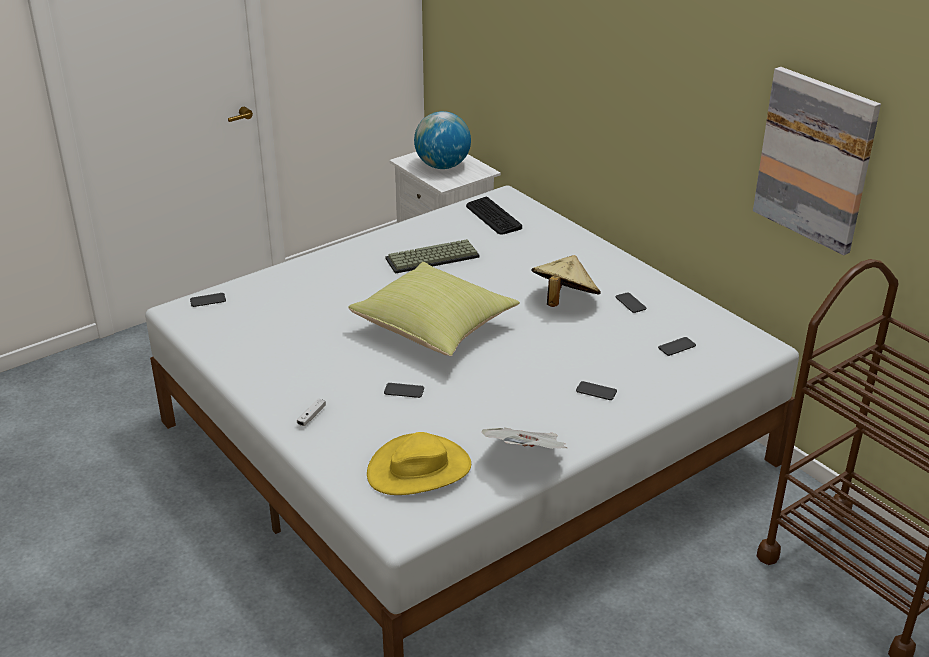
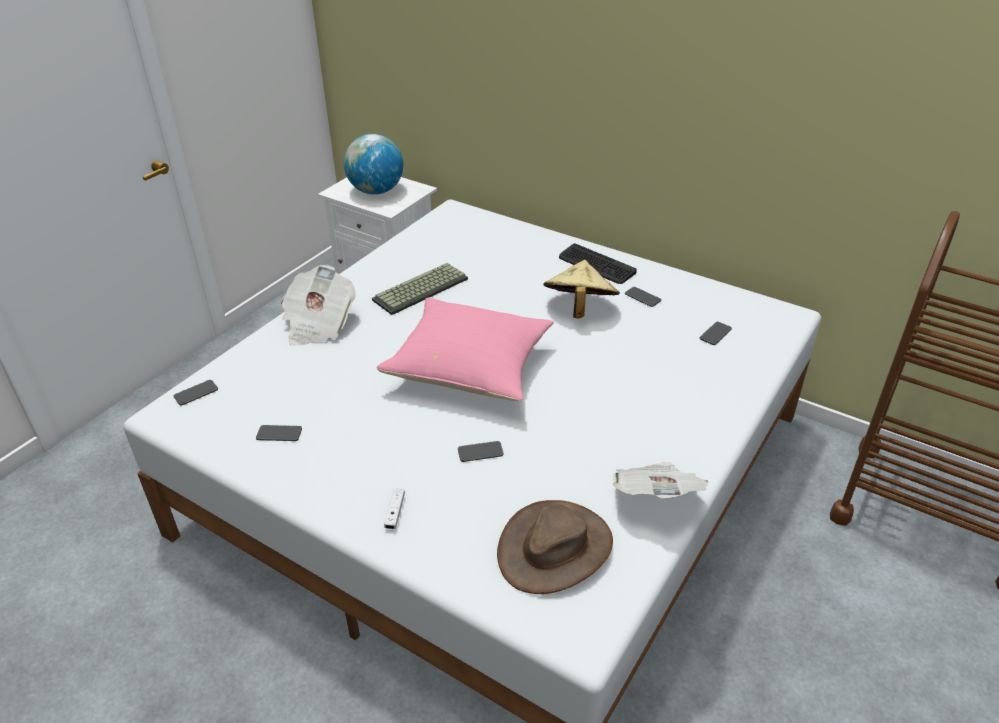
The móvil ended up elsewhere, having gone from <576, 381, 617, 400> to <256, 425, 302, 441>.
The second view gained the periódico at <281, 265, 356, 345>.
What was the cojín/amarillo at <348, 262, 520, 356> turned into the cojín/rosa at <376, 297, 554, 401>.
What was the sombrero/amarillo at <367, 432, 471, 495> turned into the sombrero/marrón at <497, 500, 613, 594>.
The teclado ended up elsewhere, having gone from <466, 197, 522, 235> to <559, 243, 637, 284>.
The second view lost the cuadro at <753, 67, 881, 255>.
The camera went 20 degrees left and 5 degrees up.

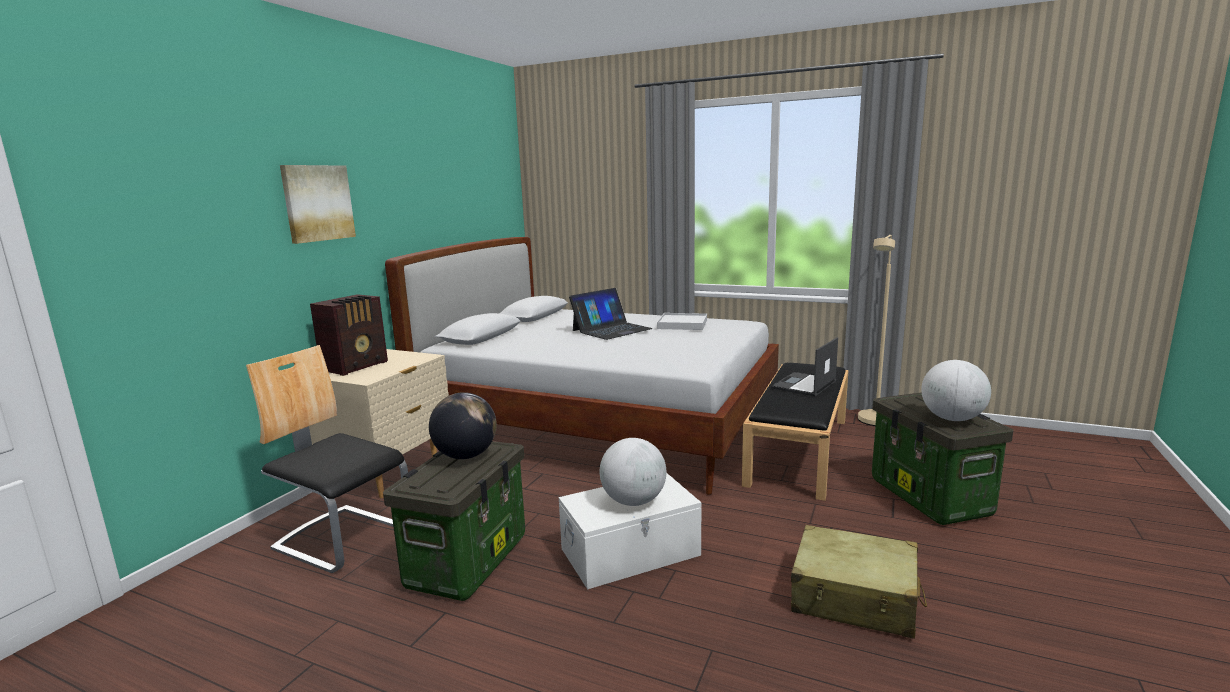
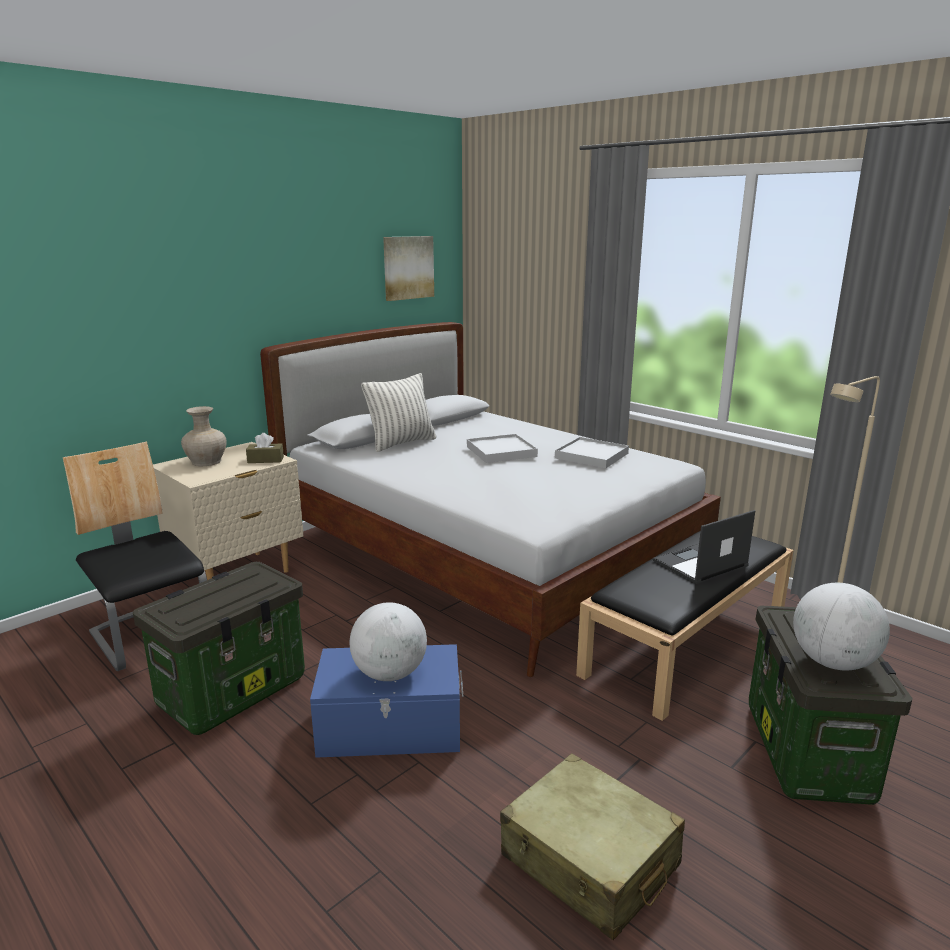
Where the radio stood at <310, 294, 388, 376>, the florero/beis came to stand at <181, 406, 227, 466>.
The second view gained the caja de pañuelos/marrón at <246, 433, 284, 463>.
What was the caja de almacenaje/blanco at <559, 473, 701, 589> turned into the caja de almacenaje/azul at <310, 644, 463, 758>.
The second view gained the cojín at <361, 373, 436, 452>.
The cuadro ended up elsewhere, having gone from <280, 165, 356, 244> to <383, 236, 434, 301>.
Where the portátil stood at <569, 288, 653, 340>, the bandeja/blanco came to stand at <467, 434, 538, 463>.
The second view lost the globo terráqueo at <429, 392, 497, 459>.
The camera went 20 degrees right and 5 degrees up.

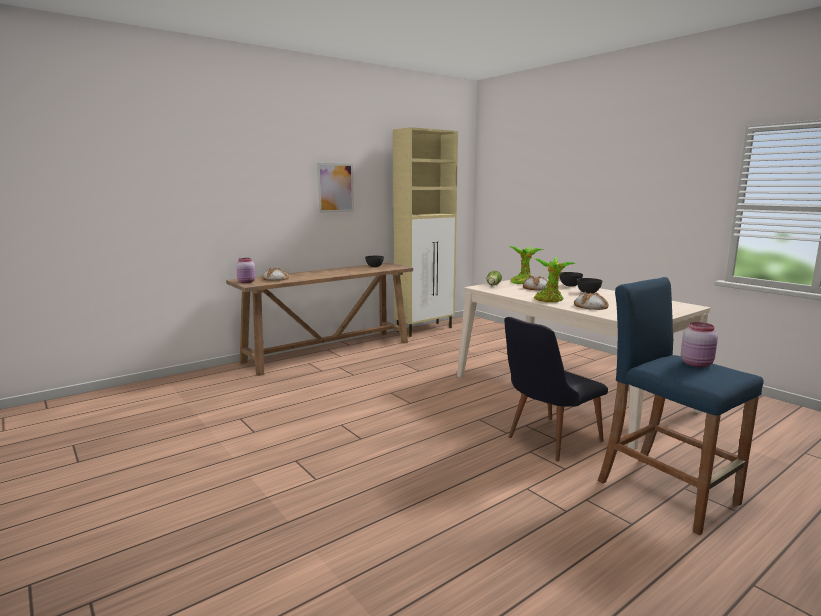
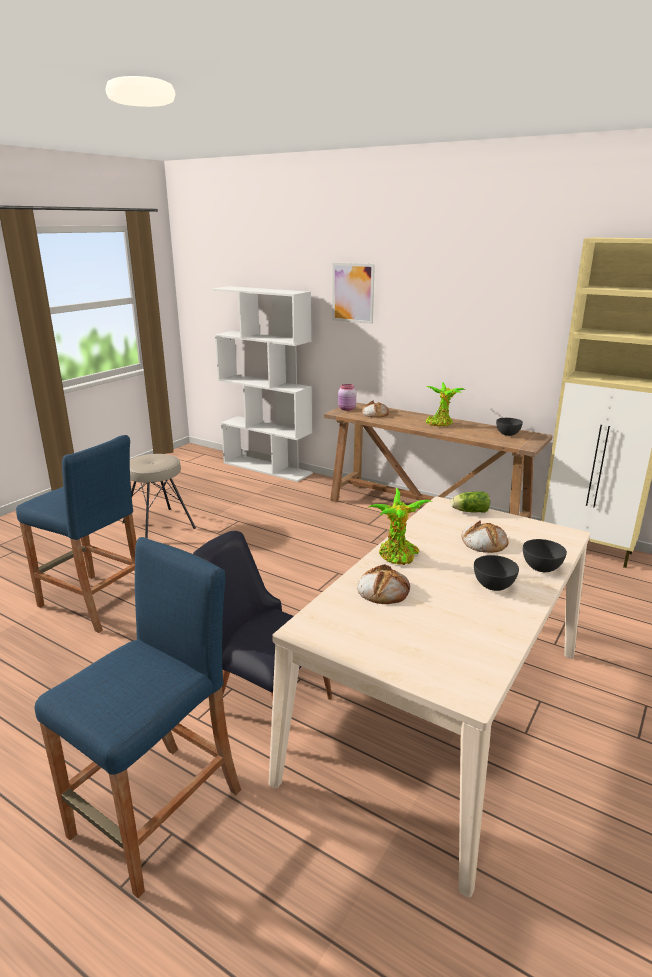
The second view gained the taburete/azul at <16, 435, 137, 633>.
The second view gained the taburete/beis at <122, 454, 196, 539>.
The second view gained the estantería/blanco at <212, 286, 313, 482>.
The cuadro ended up elsewhere, having gone from <317, 163, 354, 213> to <332, 263, 375, 324>.
The planta en maceta ended up elsewhere, having gone from <509, 246, 543, 284> to <426, 382, 465, 426>.
The second view lost the tarro/rosa at <681, 322, 718, 367>.
The camera went 70 degrees right and 10 degrees up.

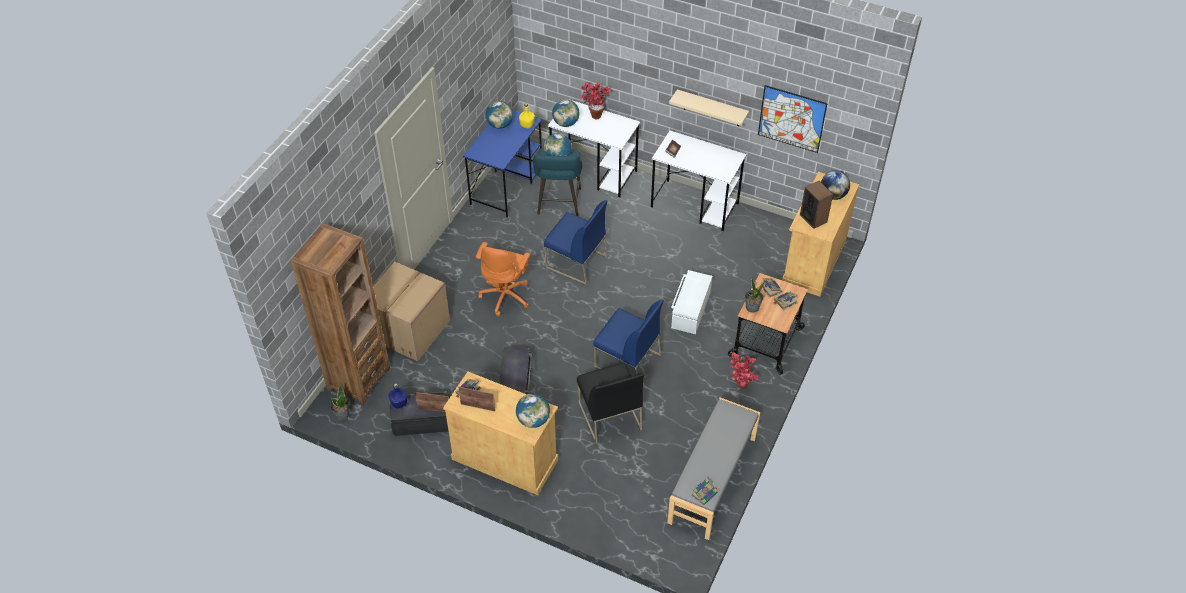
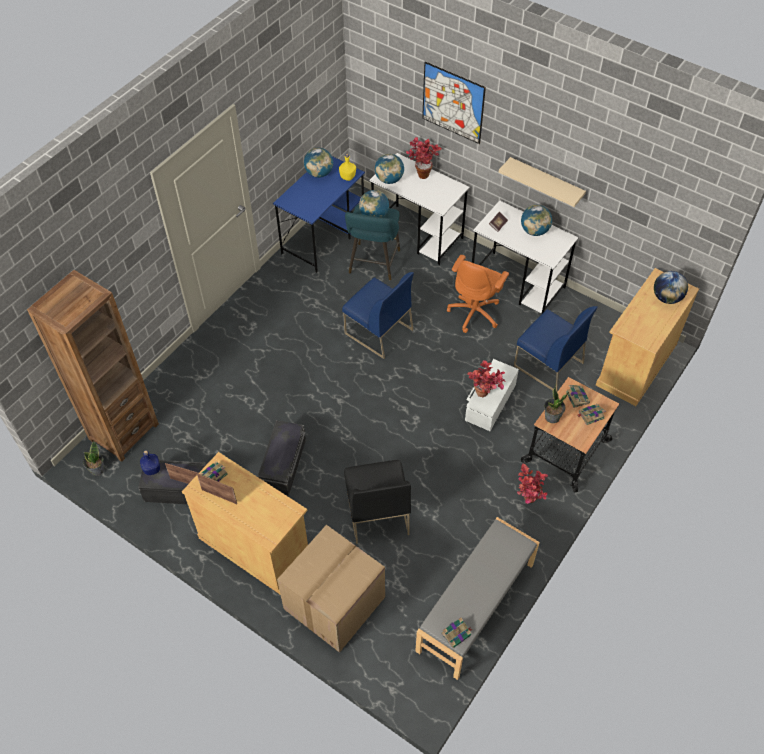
The caja de cartón ended up elsewhere, having gone from <373, 262, 450, 361> to <277, 525, 385, 653>.
The cuadro ended up elsewhere, having gone from <758, 85, 828, 153> to <422, 61, 486, 144>.
The silla de oficina/naranja ended up elsewhere, having gone from <476, 242, 531, 316> to <447, 255, 509, 333>.
The second view gained the planta en maceta at <467, 360, 506, 397>.
The silla/azul ended up elsewhere, having gone from <594, 300, 664, 374> to <514, 306, 598, 392>.
The globo terráqueo ended up elsewhere, having gone from <516, 393, 550, 428> to <521, 205, 552, 236>.
The second view lost the altavoz at <800, 181, 833, 229>.
The camera went 10 degrees right and 5 degrees up.

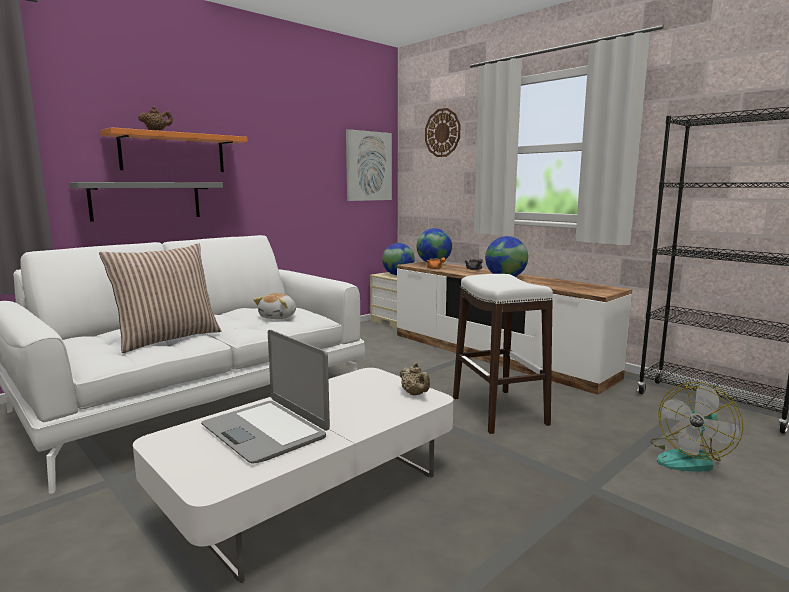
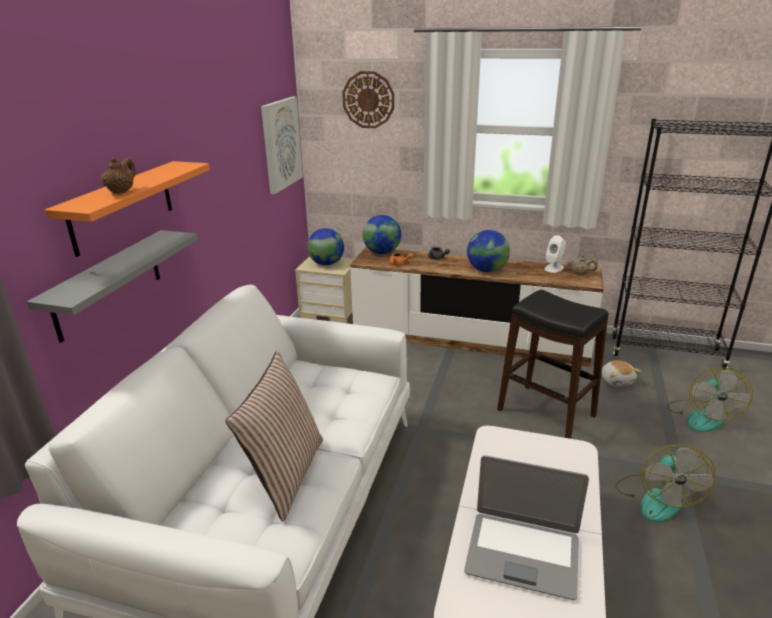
What was the taburete/blanco at <453, 274, 553, 434> turned into the taburete/negro at <497, 290, 609, 439>.
The second view gained the altavoz/blanco at <544, 235, 566, 273>.
The tetera/beis ended up elsewhere, having gone from <399, 362, 430, 395> to <567, 254, 598, 275>.
The peluche ended up elsewhere, having gone from <254, 293, 296, 319> to <602, 361, 641, 387>.
The second view gained the ventilador at <615, 445, 715, 522>.
The camera went 30 degrees left and 15 degrees up.

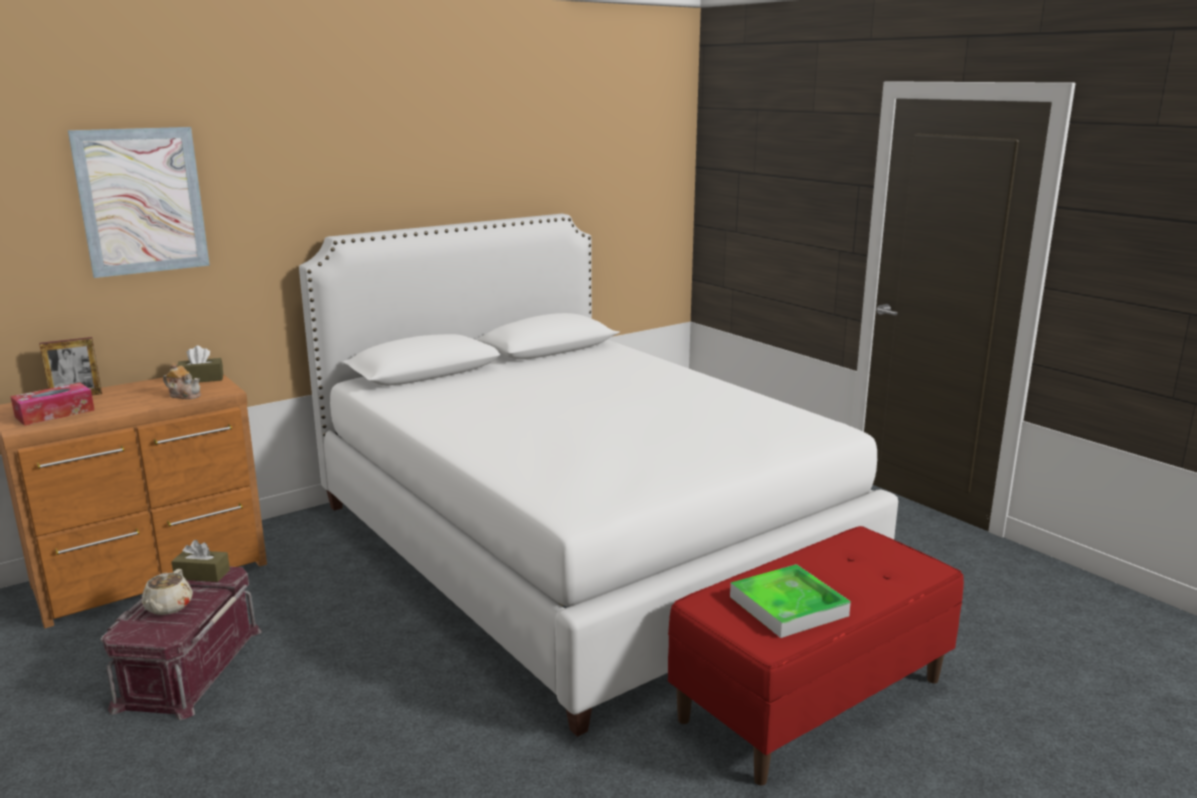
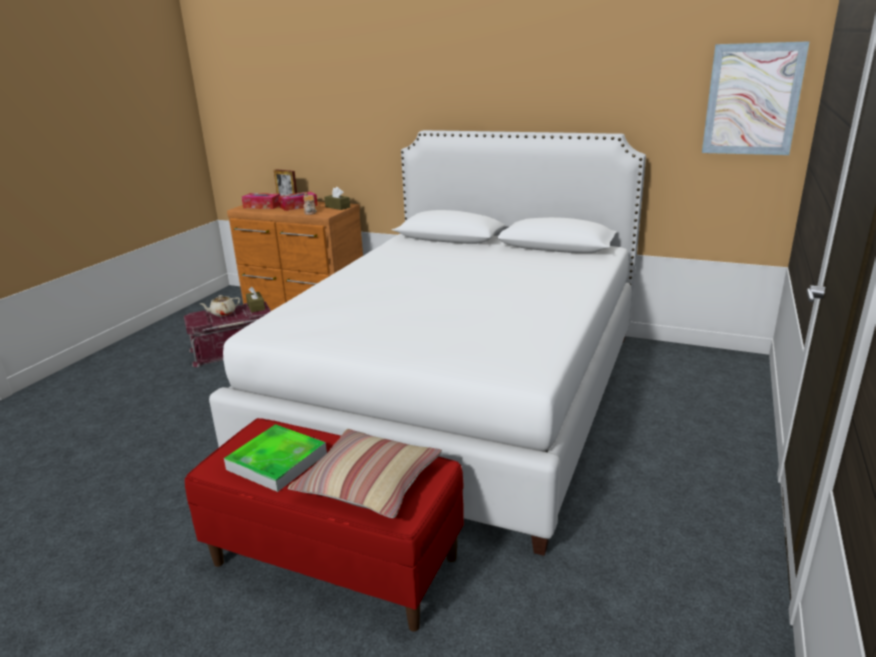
The second view gained the caja de pañuelos at <278, 191, 318, 211>.
The second view gained the cojín at <288, 429, 442, 518>.
The cuadro ended up elsewhere, having gone from <68, 127, 210, 278> to <702, 41, 810, 155>.
The camera went 60 degrees right and 5 degrees up.

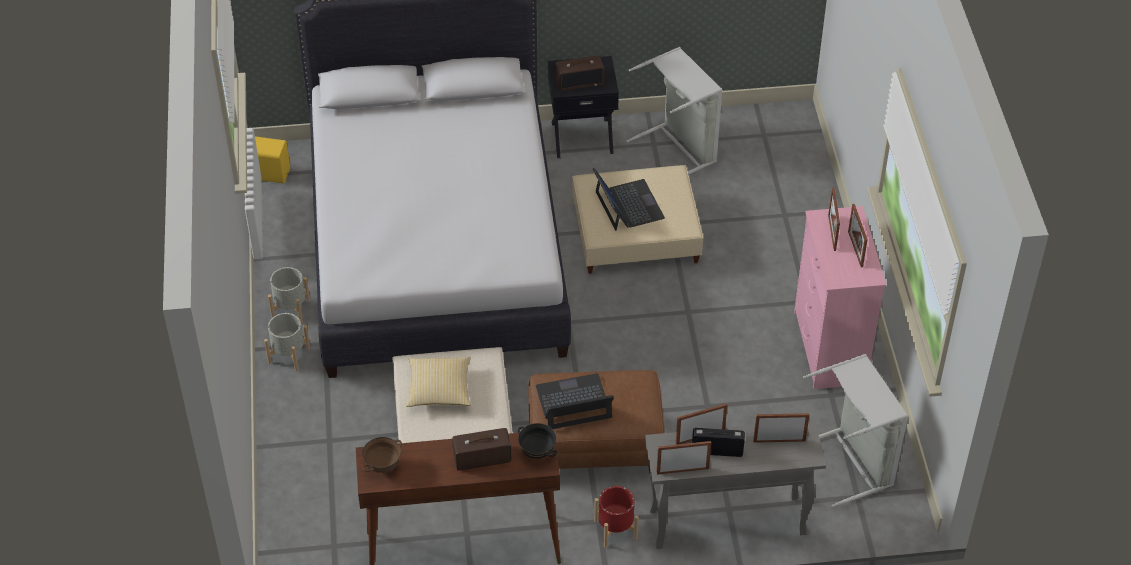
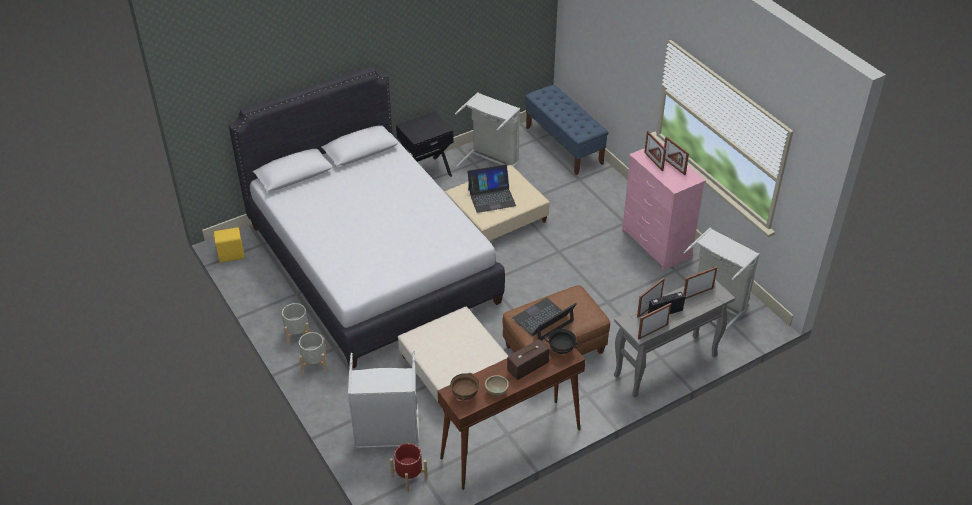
The second view gained the cesto de la ropa/gris at <348, 351, 419, 449>.
The maceta/rojo ended up elsewhere, having gone from <594, 486, 638, 548> to <390, 443, 428, 492>.
The portátil at <593, 168, 665, 231> ended up facing another way, 120 degrees clockwise from before.
The second view gained the cuenco/beis at <485, 375, 509, 396>.
The second view gained the banco/azul at <525, 85, 609, 175>.
The second view lost the cojín at <406, 357, 471, 407>.
The second view lost the radio at <556, 55, 604, 91>.
The camera went 25 degrees left and 5 degrees down.

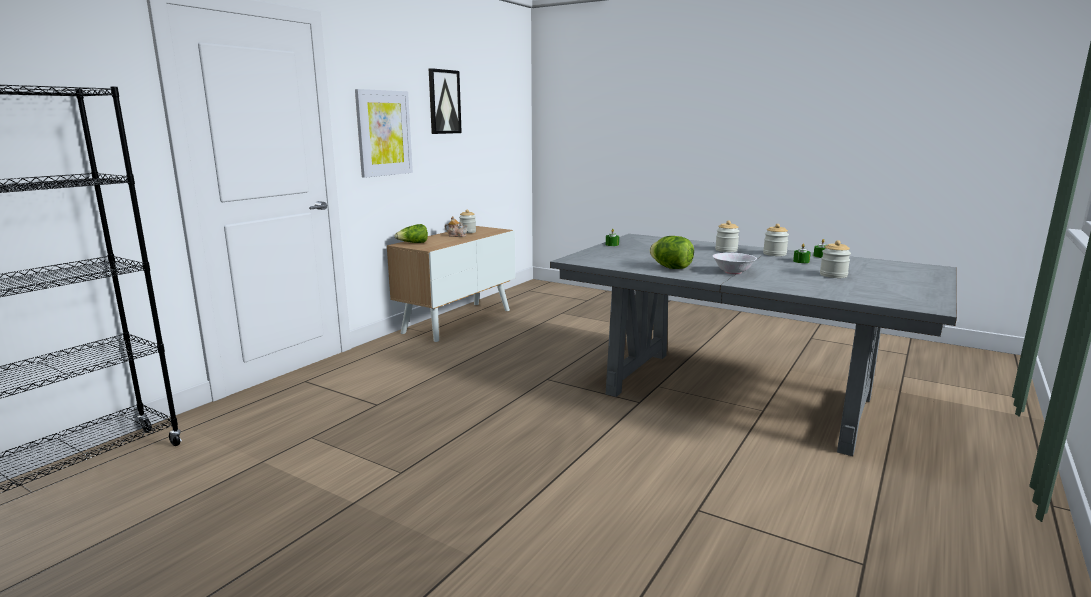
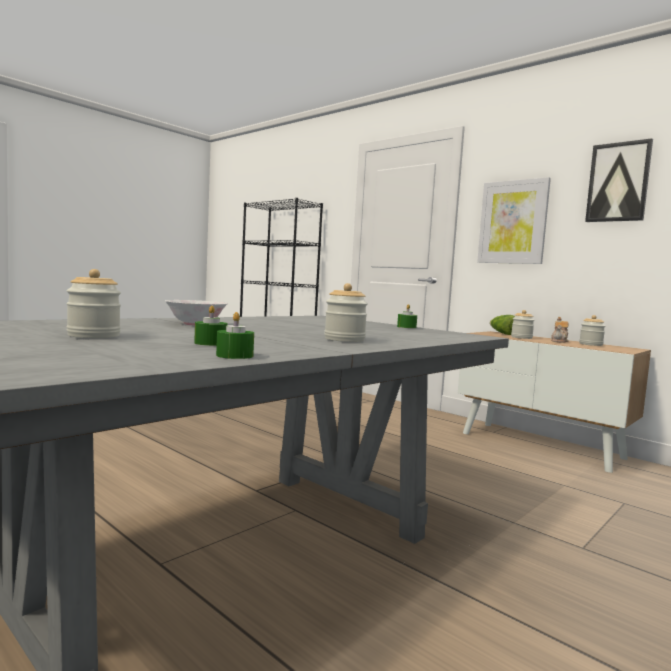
The tarro ended up elsewhere, having gone from <763, 224, 789, 256> to <511, 310, 534, 339>.
The second view lost the lechuga at <650, 236, 694, 269>.
The camera went 100 degrees right and 10 degrees down.

